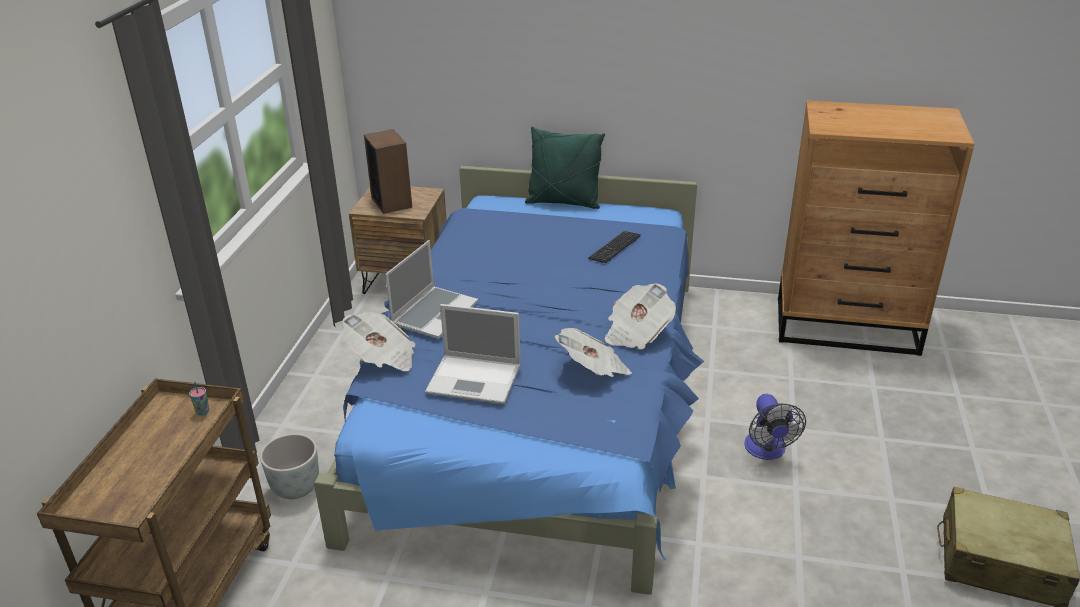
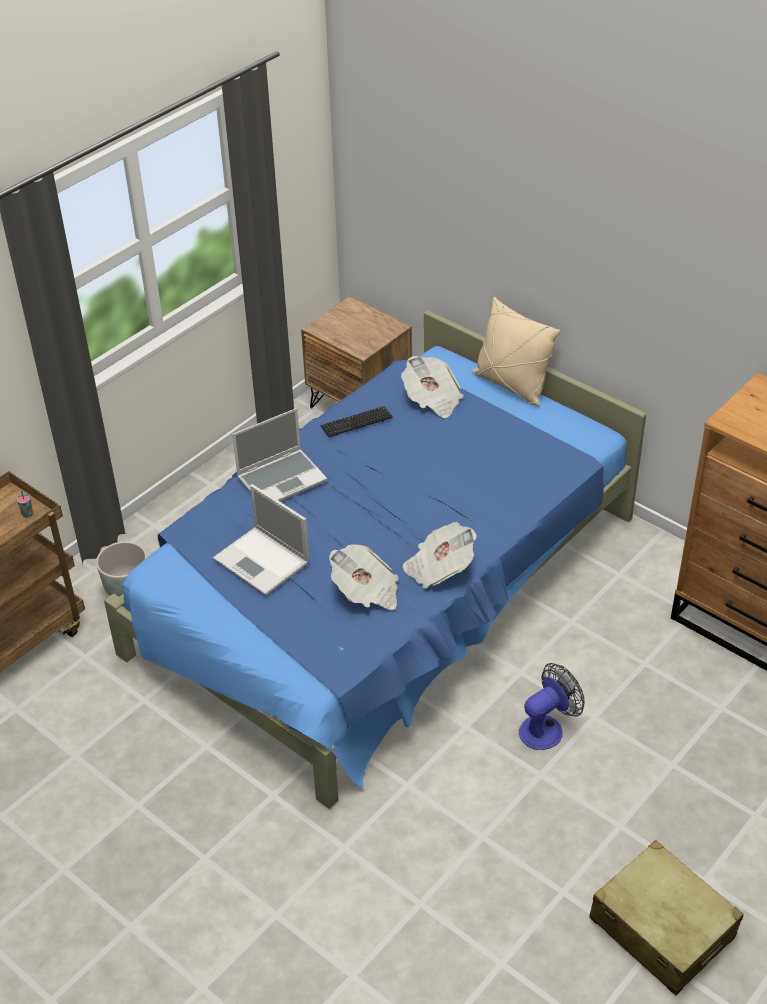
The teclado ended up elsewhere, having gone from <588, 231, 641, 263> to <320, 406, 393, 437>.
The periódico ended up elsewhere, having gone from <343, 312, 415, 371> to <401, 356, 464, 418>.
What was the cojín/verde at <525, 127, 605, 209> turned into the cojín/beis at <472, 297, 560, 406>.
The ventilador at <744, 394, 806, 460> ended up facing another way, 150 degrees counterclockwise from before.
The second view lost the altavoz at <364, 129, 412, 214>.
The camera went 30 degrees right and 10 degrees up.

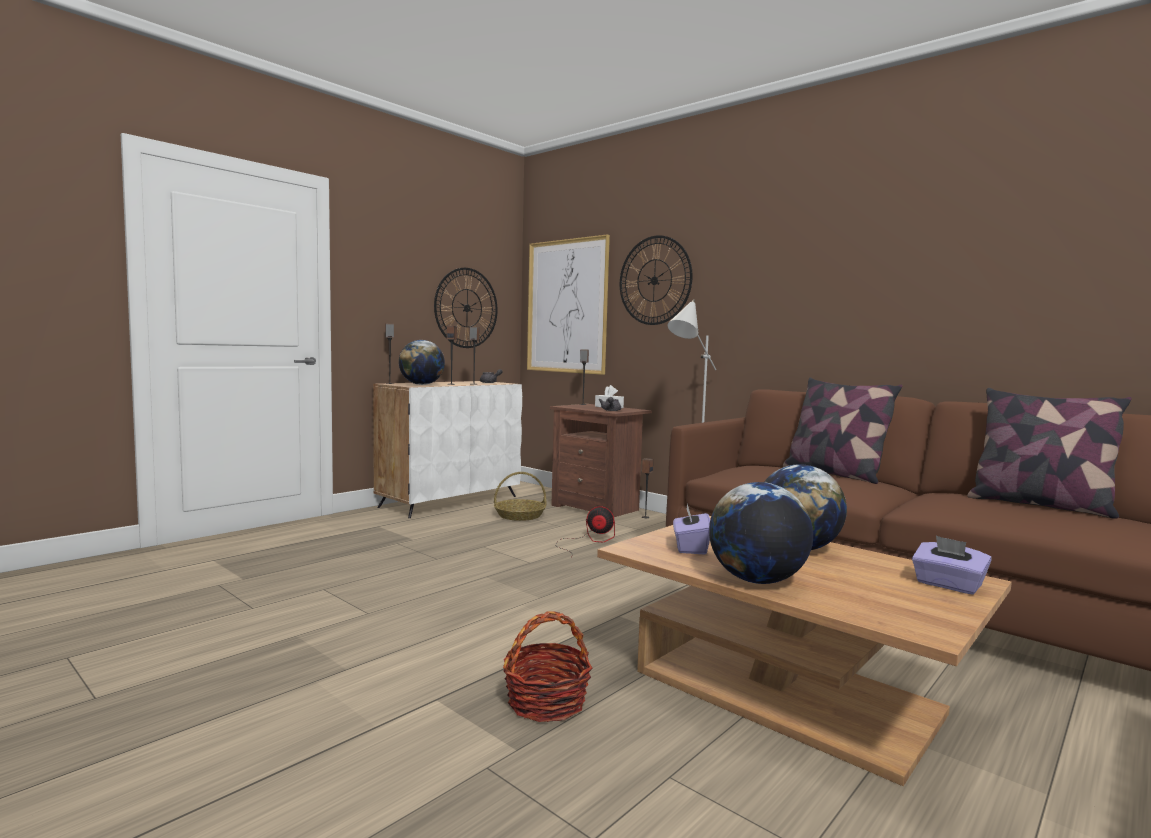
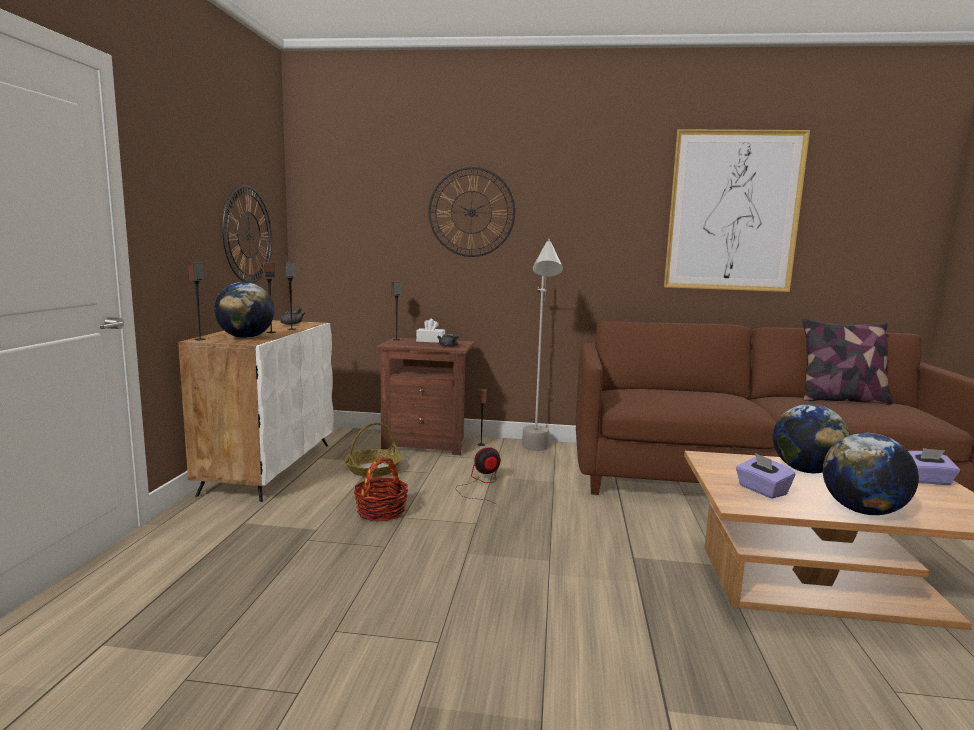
The cesta ended up elsewhere, having gone from <503, 611, 592, 722> to <354, 457, 409, 522>.
The cuadro ended up elsewhere, having gone from <527, 235, 610, 375> to <664, 129, 810, 292>.
The second view lost the cojín at <783, 378, 902, 484>.
The camera went 35 degrees left and 5 degrees up.

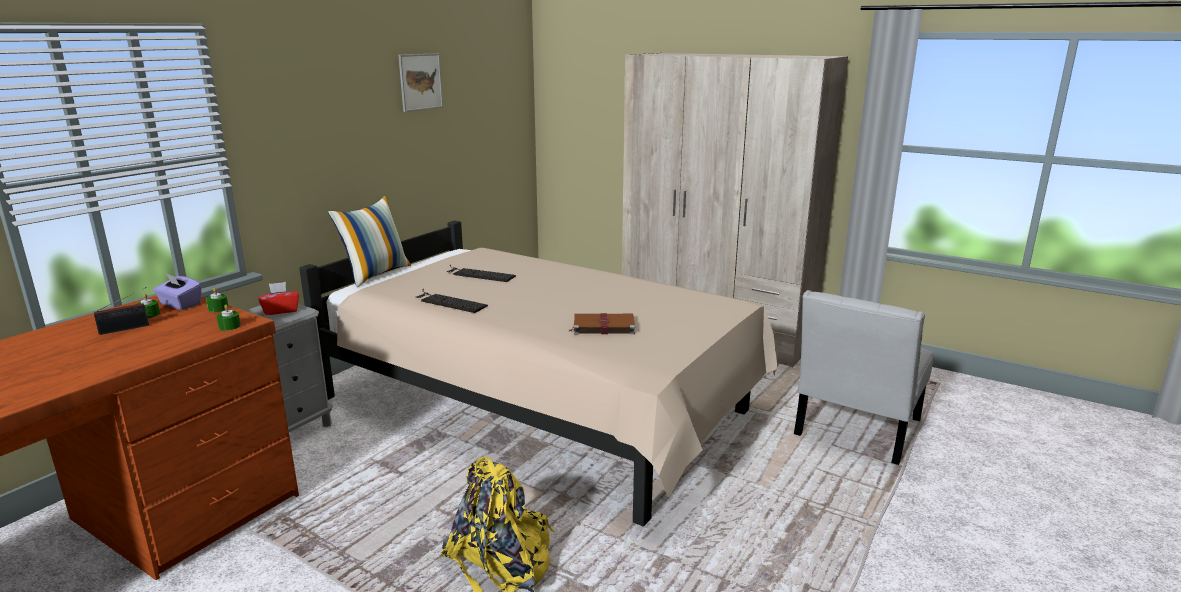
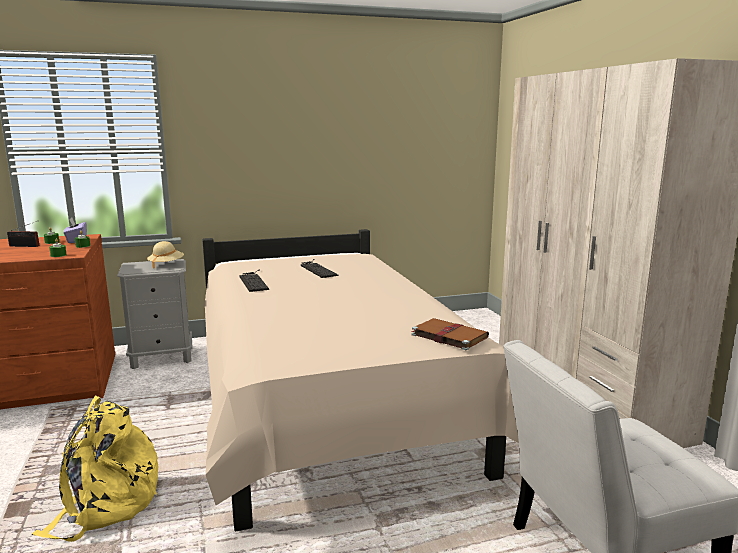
Where the caja de pañuelos/rojo stood at <258, 282, 299, 315>, the sombrero/beis came to stand at <147, 241, 184, 269>.
The libro/marrón ended up elsewhere, having gone from <570, 313, 635, 334> to <411, 318, 489, 350>.
The second view lost the cojín at <328, 195, 411, 287>.
The second view lost the cuadro at <399, 53, 443, 112>.
The camera went 40 degrees right and 5 degrees down.

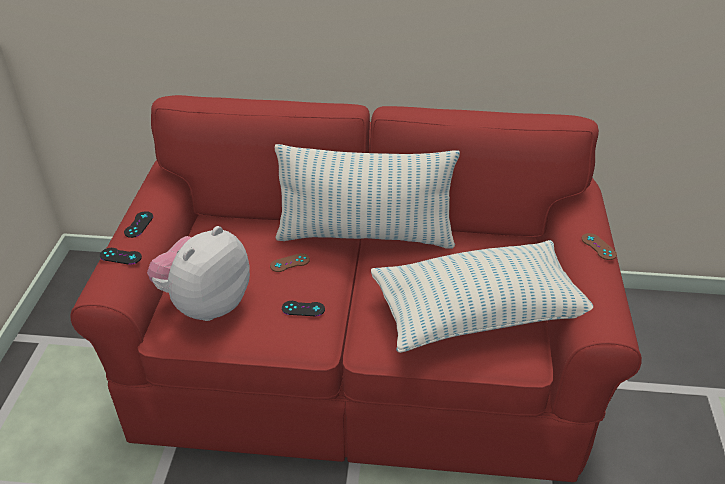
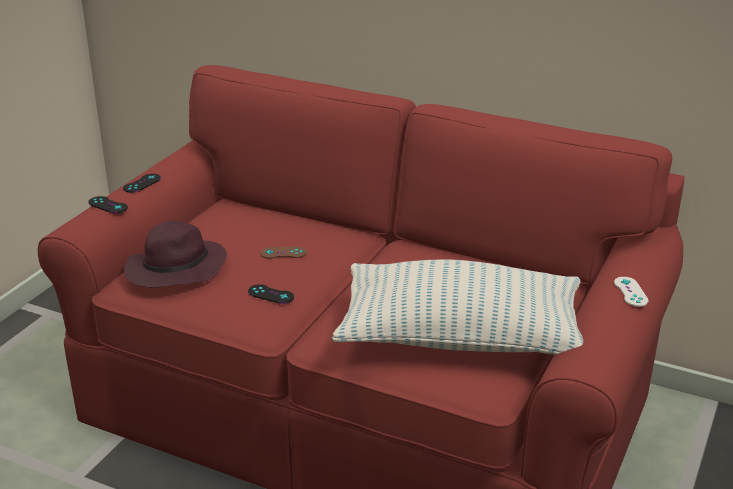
Where the peluche stood at <147, 226, 250, 321>, the sombrero/morado came to stand at <124, 221, 227, 288>.
What was the mando de consola/marrón at <582, 233, 617, 260> turned into the mando de consola/blanco at <614, 277, 649, 307>.
The second view lost the cojín at <275, 144, 460, 249>.
The camera went 20 degrees right and 10 degrees down.

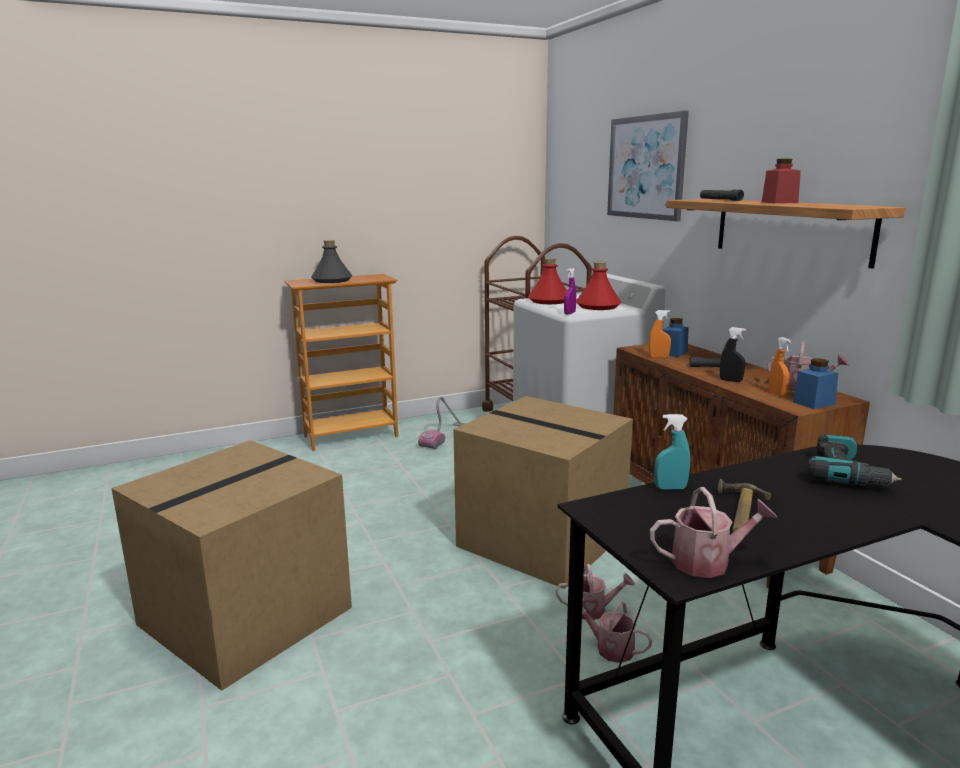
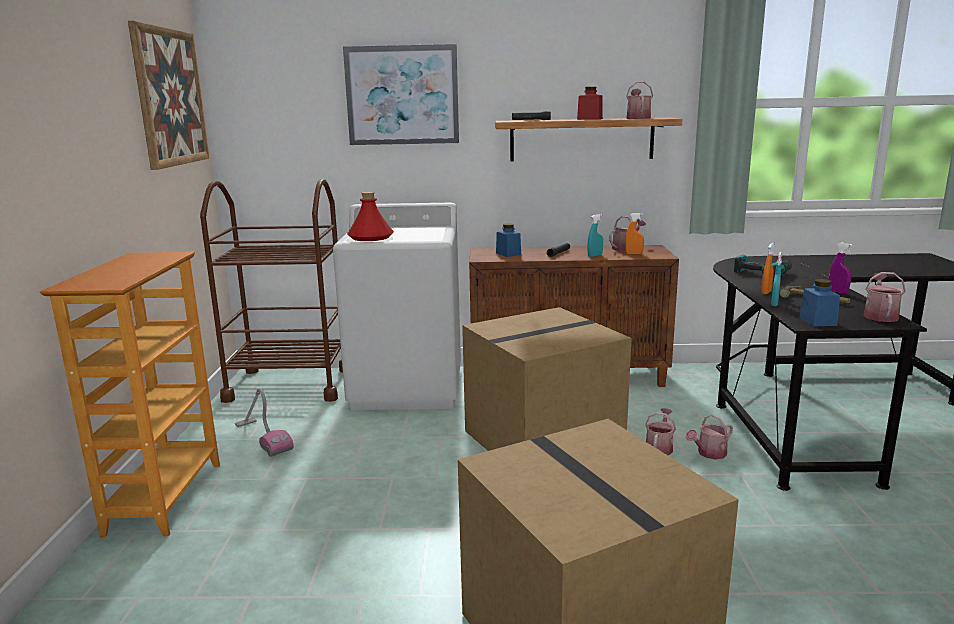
The second view gained the cuadro at <128, 21, 209, 170>.
What was the pulverizador/negro at <720, 327, 746, 382> turned into the pulverizador/turquesa at <587, 214, 603, 257>.
The second view gained the regadera at <626, 82, 653, 119>.
The pulverizador/naranja ended up elsewhere, having gone from <649, 310, 671, 358> to <761, 242, 775, 294>.
The tarro/azul ended up elsewhere, having gone from <793, 358, 838, 409> to <799, 279, 840, 326>.
The pulverizador/morado ended up elsewhere, having gone from <564, 268, 576, 315> to <829, 243, 853, 294>.
The second view lost the botella/gris at <311, 240, 352, 283>.
The second view lost the botella/rojo at <576, 262, 621, 310>.
The camera went 65 degrees left and 0 degrees up.

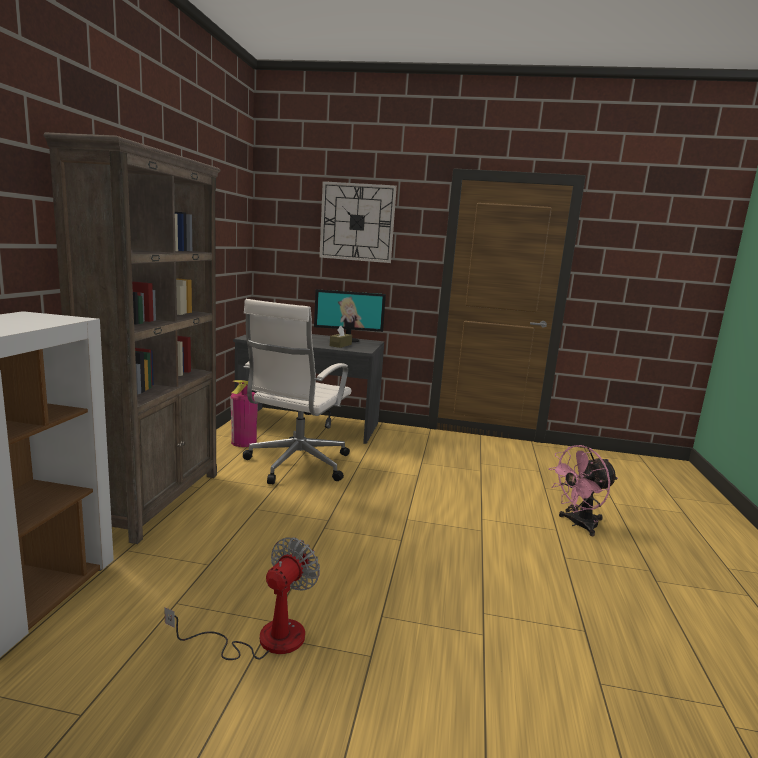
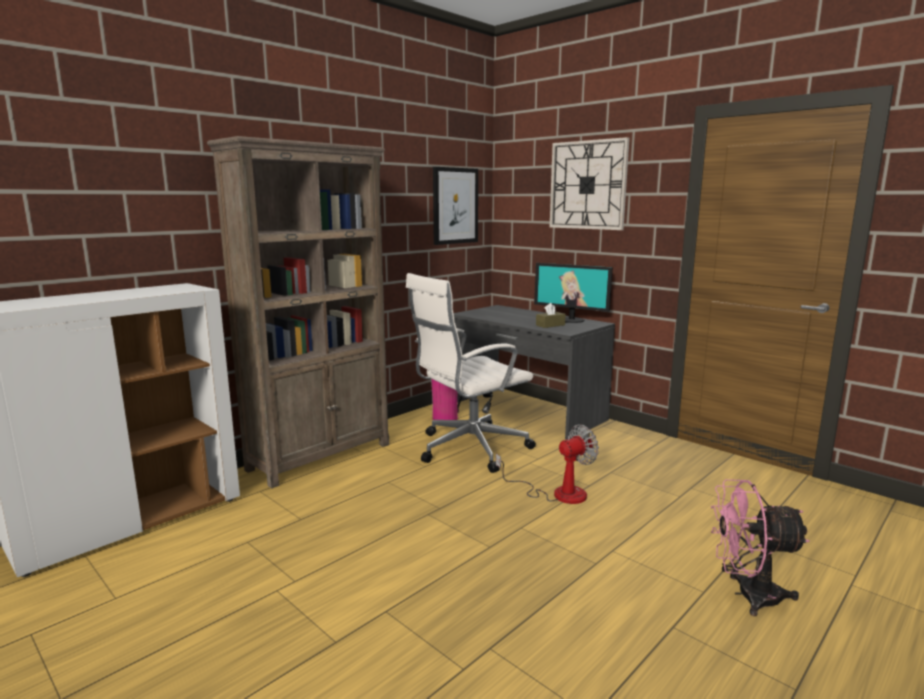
The second view gained the cuadro at <433, 167, 478, 245>.
The ventilador ended up elsewhere, having gone from <164, 537, 320, 660> to <496, 424, 599, 504>.
The camera went 35 degrees right and 0 degrees up.

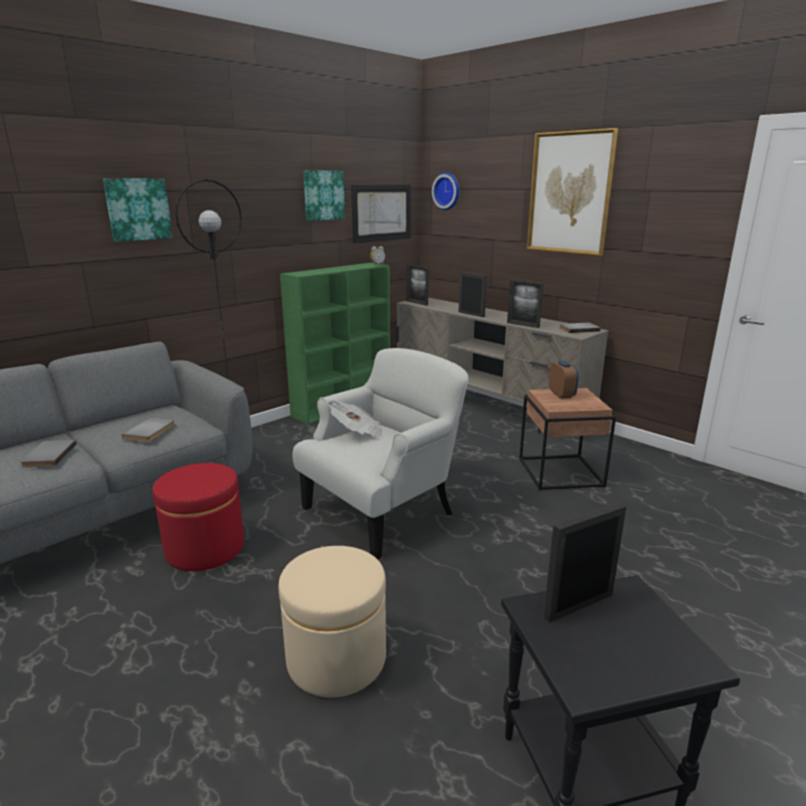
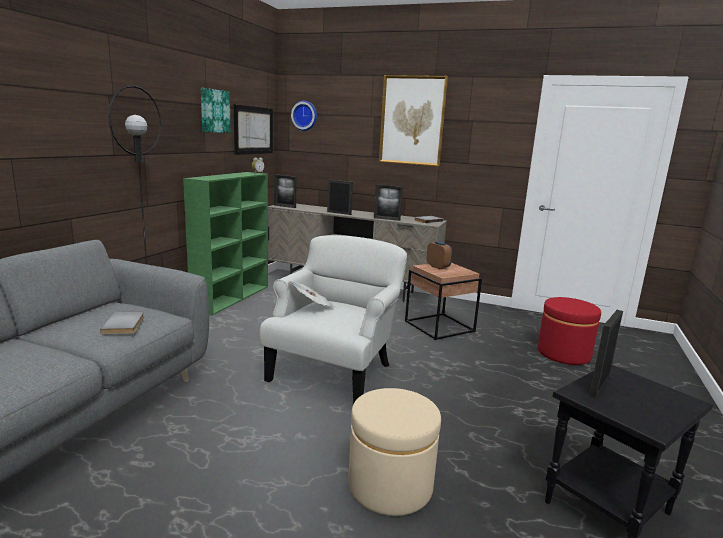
The puf/rojo ended up elsewhere, having gone from <153, 463, 244, 571> to <538, 297, 601, 365>.
The second view lost the libro/gris at <20, 440, 77, 468>.
The second view lost the cuadro at <103, 178, 173, 242>.
The camera went 25 degrees left and 5 degrees down.

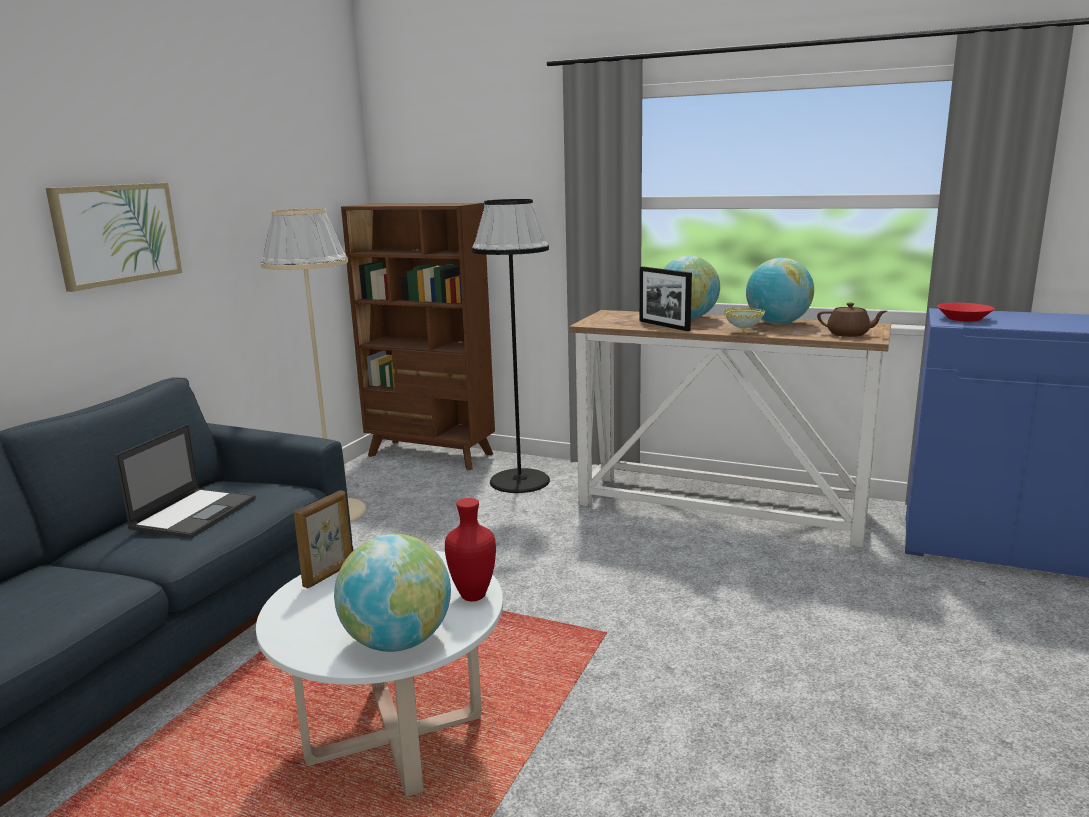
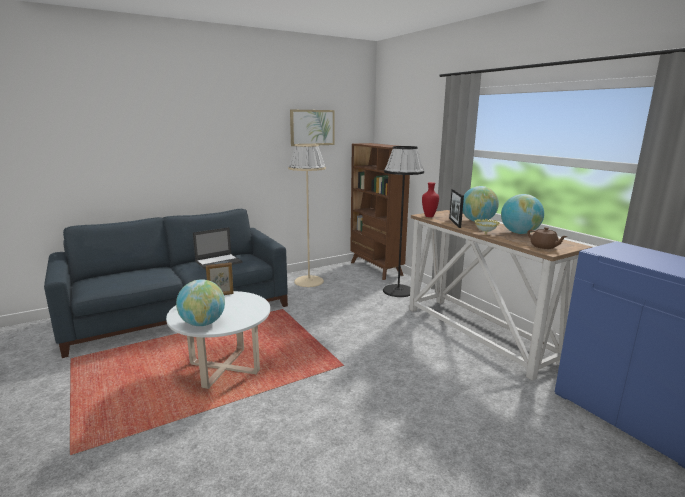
The cuadro ended up elsewhere, having gone from <46, 183, 182, 292> to <290, 110, 335, 146>.
The florero/rojo ended up elsewhere, having gone from <445, 498, 496, 601> to <422, 182, 439, 217>.
The second view lost the cuenco/rojo at <937, 303, 995, 322>.
The camera went 35 degrees right and 0 degrees up.

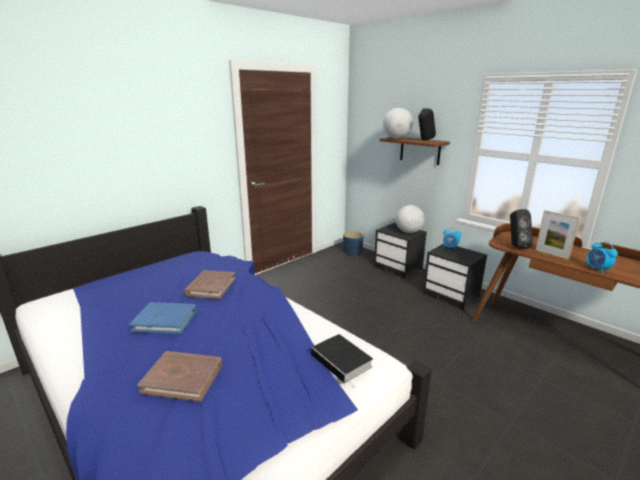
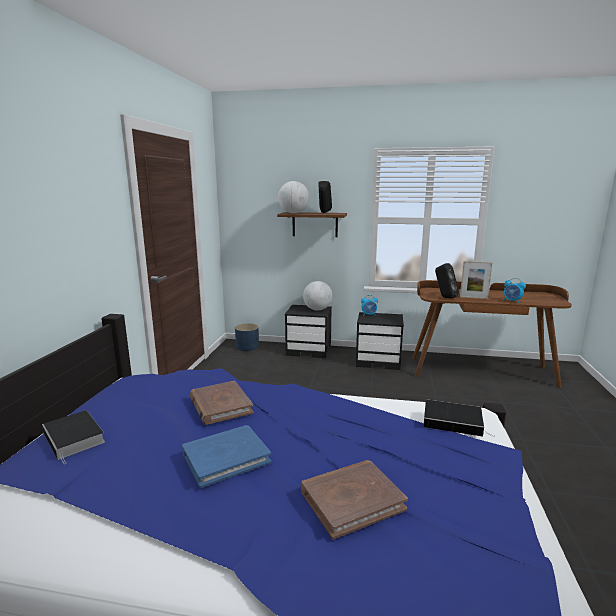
The second view gained the libro at <42, 410, 105, 464>.
The camera went 35 degrees left and 5 degrees down.

